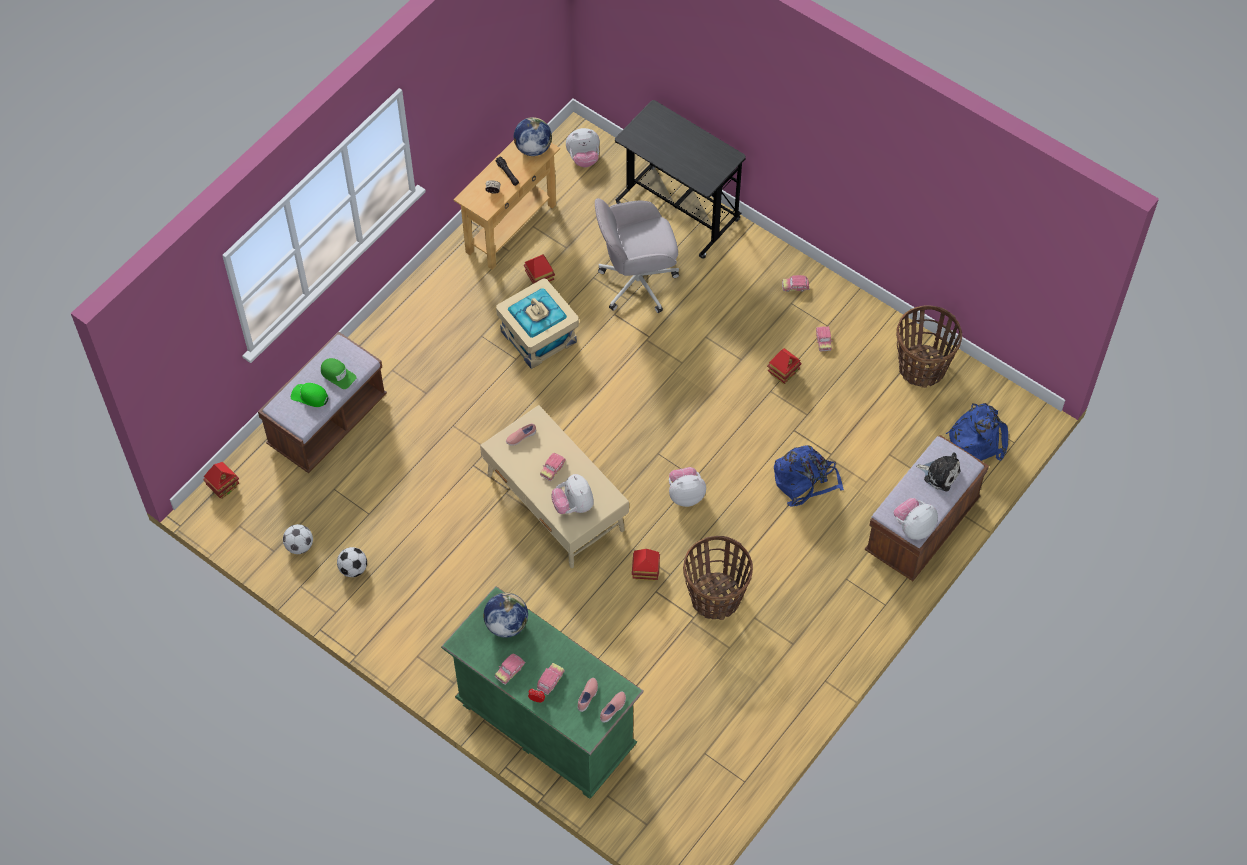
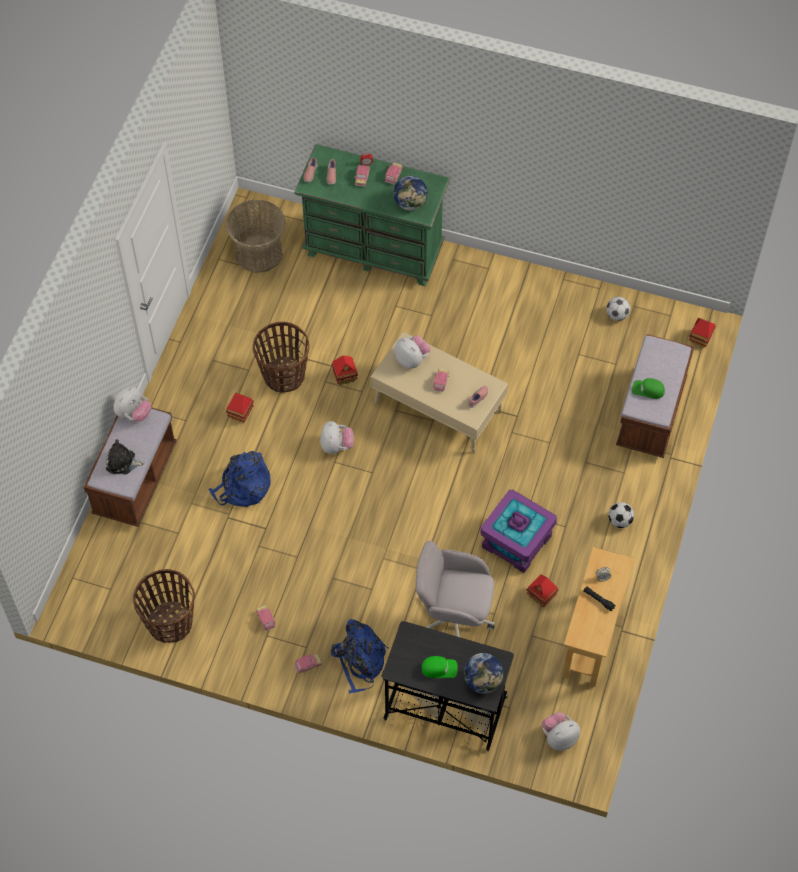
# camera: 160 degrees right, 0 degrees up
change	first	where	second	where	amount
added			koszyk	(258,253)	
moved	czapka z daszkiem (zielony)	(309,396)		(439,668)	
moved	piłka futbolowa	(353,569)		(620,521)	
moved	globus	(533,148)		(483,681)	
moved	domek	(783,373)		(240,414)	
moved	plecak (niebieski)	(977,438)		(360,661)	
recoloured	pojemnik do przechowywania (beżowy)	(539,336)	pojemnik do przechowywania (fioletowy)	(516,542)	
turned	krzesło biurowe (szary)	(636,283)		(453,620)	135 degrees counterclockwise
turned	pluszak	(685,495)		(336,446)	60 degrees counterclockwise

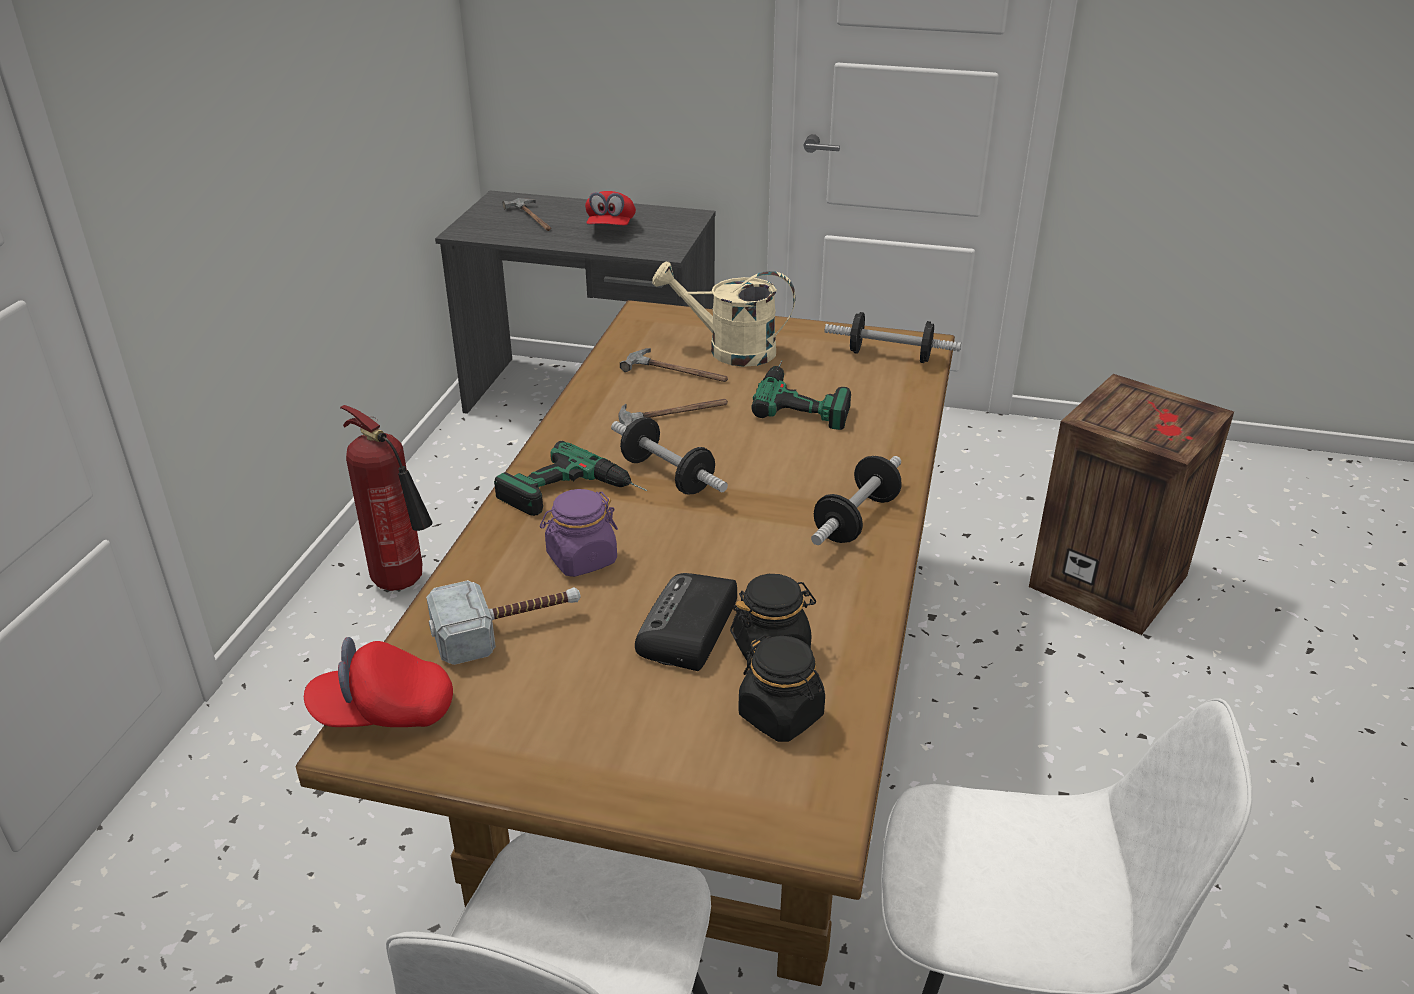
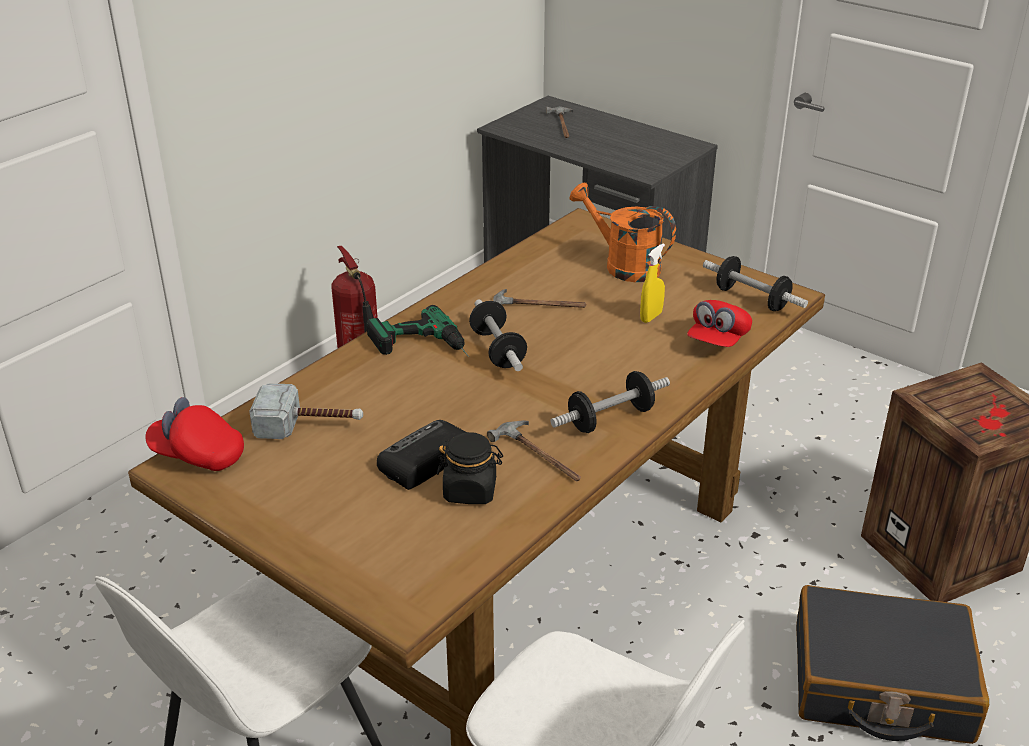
# camera: 25 degrees right, 0 degrees up
change	first	where	second	where	amount
removed	słoik (fioletowy)	(581,559)			
removed	słoik (czarny)	(781,715)			
added			walizka (czarny)	(880,684)	
moved	czapka z daszkiem (czerwony)	(610,228)		(718,340)	
moved	młotek	(678,372)		(540,455)	
replaced	wiertarka	(804,398)	spryskiwacz (żółty)	(651,317)	
recoloured	konewka (beżowy)	(729,350)	konewka (pomarańczowy)	(623,265)	

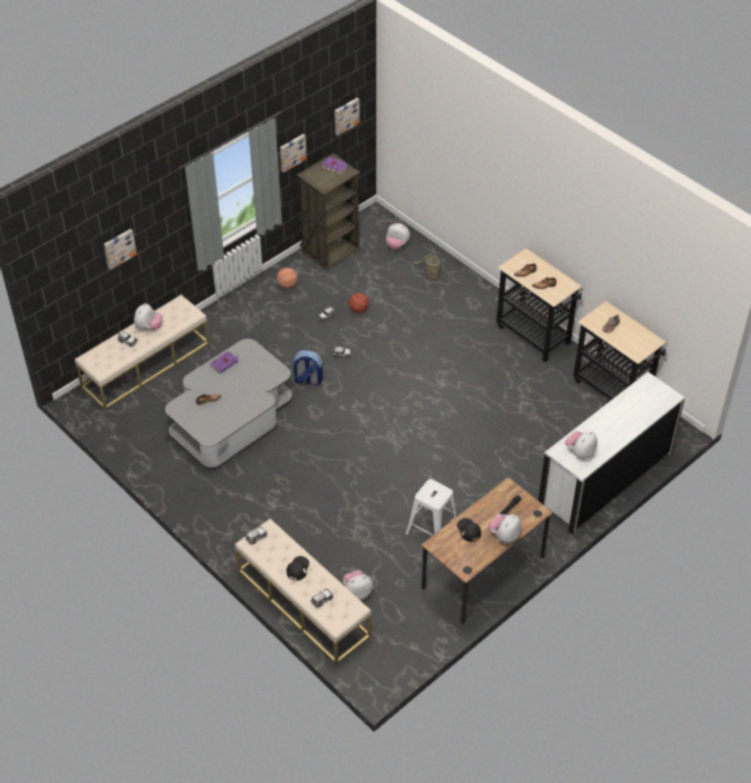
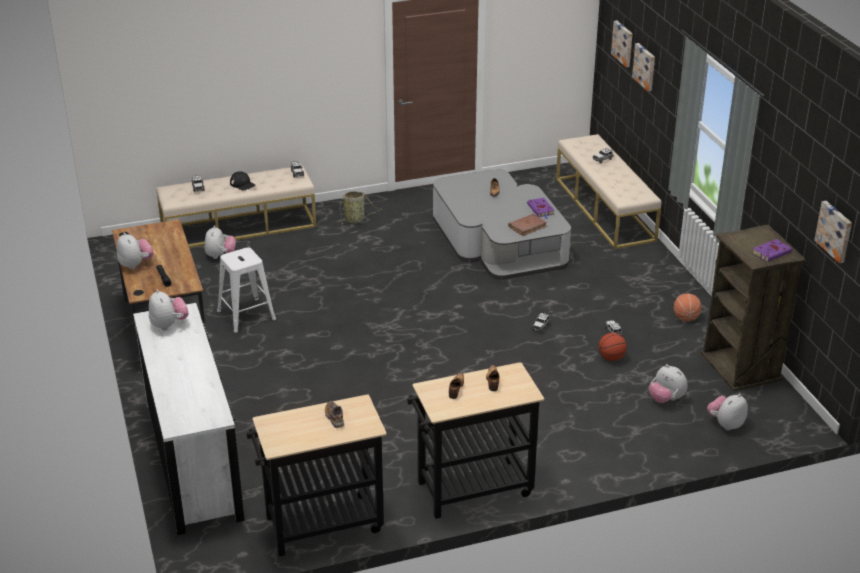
# camera: 115 degrees right, 15 degrees down
change	first	where	second	where	amount
removed	plecak	(308,380)			
removed	czapka z daszkiem (czarny)	(468,530)			
added			książka (brązowy)	(527,226)	
moved	pluszak	(148,327)		(666,399)	
moved	obraz	(292,152)		(623,43)	
moved	koszyk	(431,276)		(356,220)	

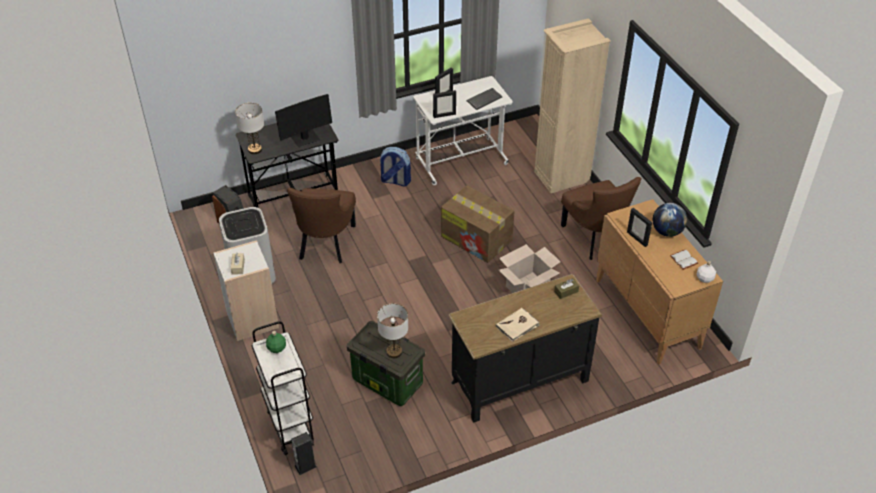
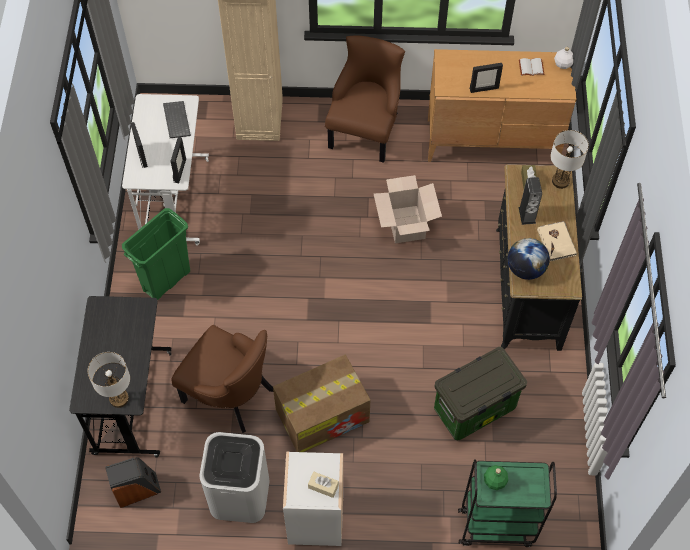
# camera: 65 degrees left, 15 degrees up
change	first	where	second	where	amount
removed	monitor	(305,138)			
moved	głośnik	(305,466)		(527,215)	
moved	lampa stołowa	(394,352)		(560,181)	
moved	karton	(477,239)		(323,414)	
moved	globus	(667,231)		(525,269)	
replaced	plecak	(395,181)	kosz na śmieci (zielony)	(166,281)	
recoloured	wózek (biały)	(289,428)	wózek (zielony)	(495,529)	
turned	krzesło (brązowy)	(594,236)		(365,132)	75 degrees counterclockwise

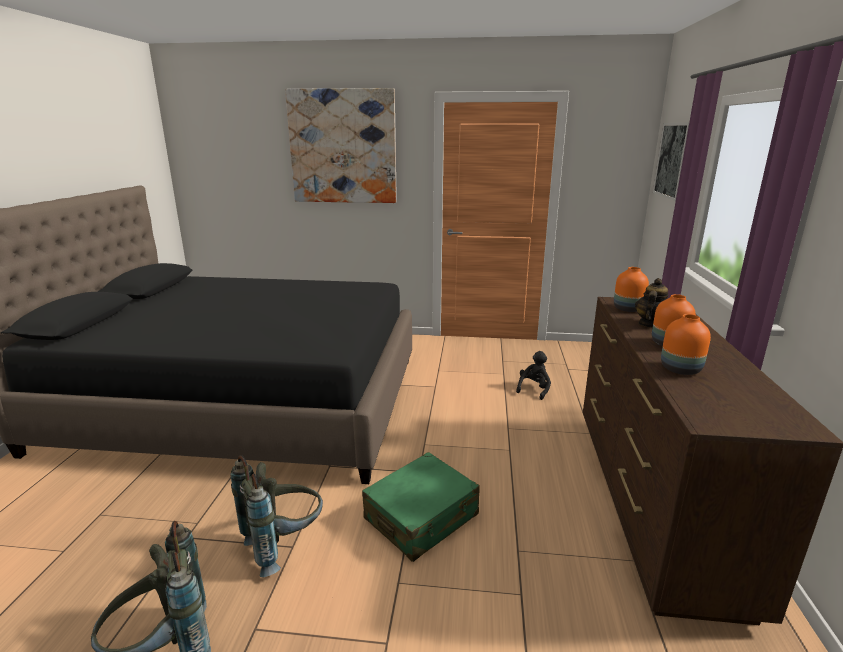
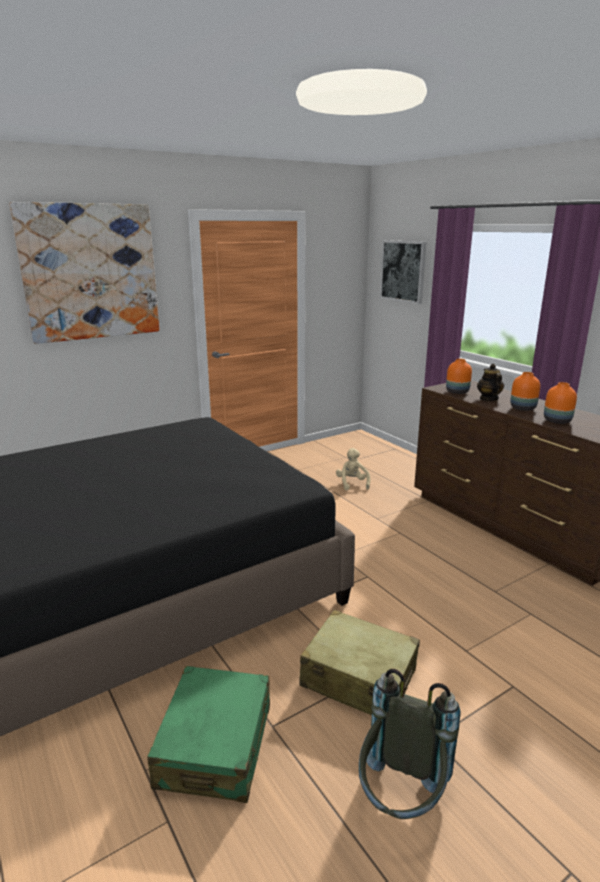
# camera: 40 degrees left, 0 degrees up
change	first	where	second	where	amount
moved	walizka (zielony)	(421,517)		(215,746)	
replaced	plecak (szary)	(284,544)	walizka (beżowy)	(358,678)	
recoloured	pluszak (czarny)	(534,389)	pluszak (beżowy)	(352,483)	

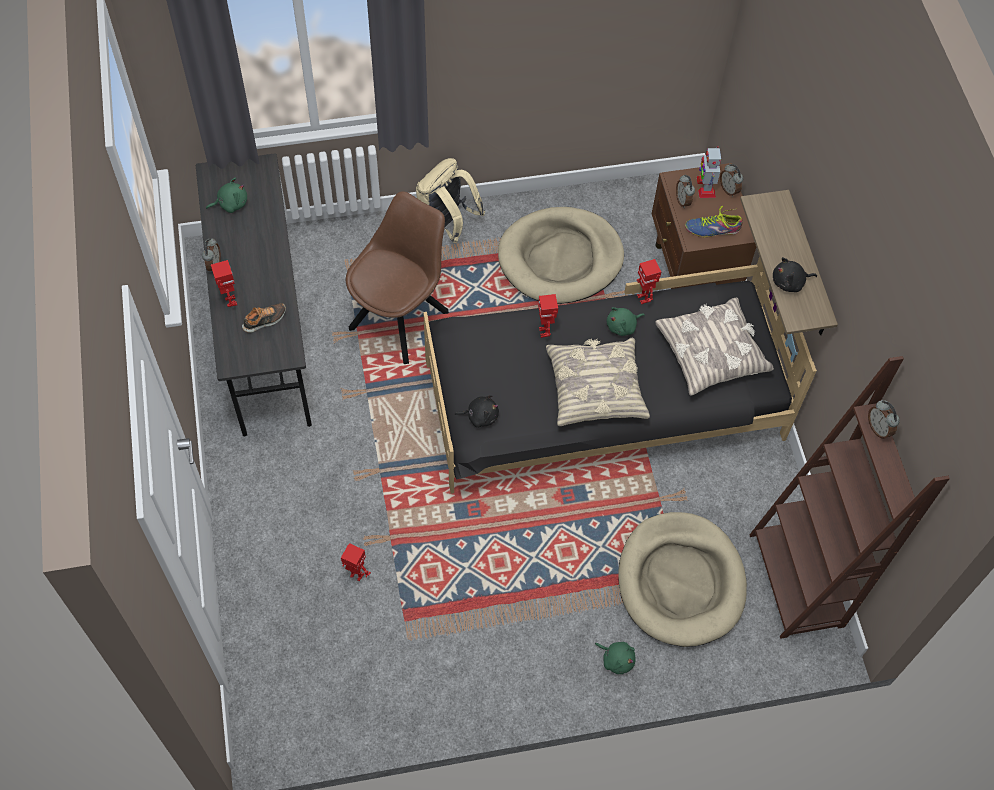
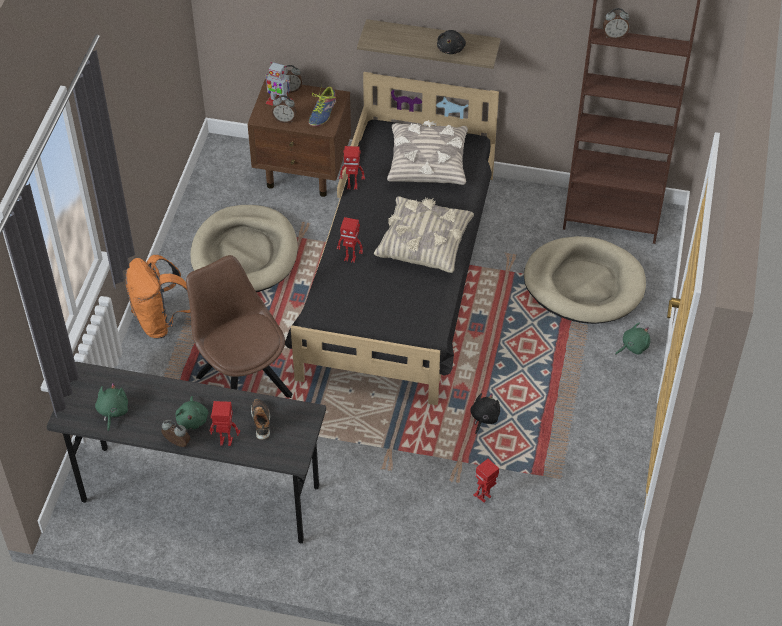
# camera: 65 degrees left, 10 degrees down
change	first	where	second	where	amount
moved	pluszak (czarny)	(480,416)		(484,418)	
moved	pluszak (zielony)	(623,326)		(192,419)	
recoloured	plecak (beżowy)	(446,226)	plecak (pomarańczowy)	(161,321)	

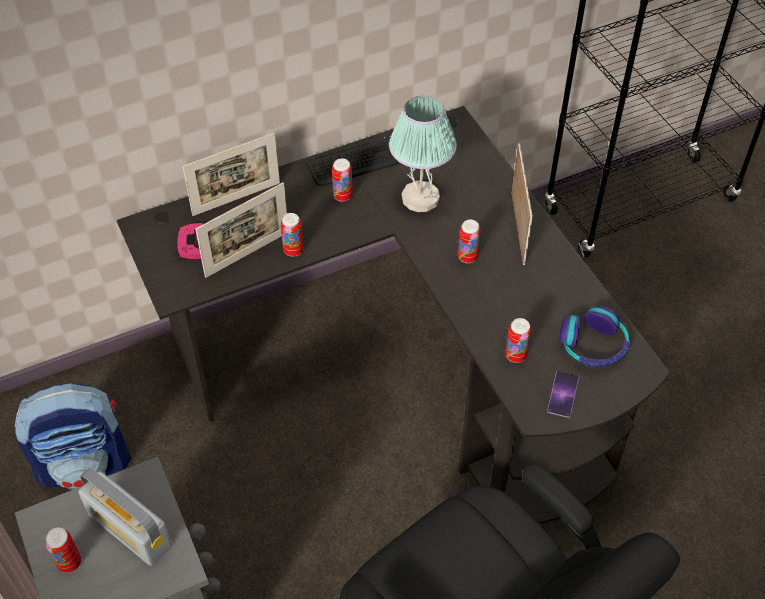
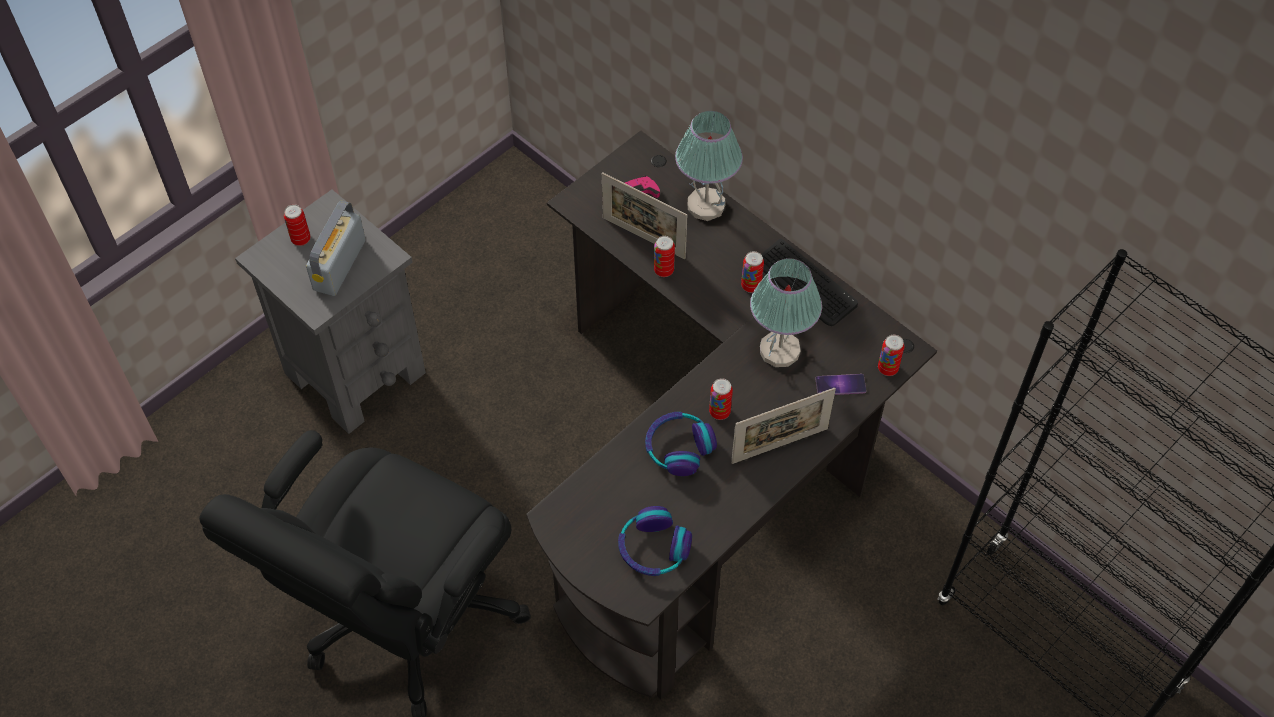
# camera: 70 degrees right, 5 degrees up
change	first	where	second	where	amount
removed	plecak	(85,463)			
added			słuchawki	(678,448)	
moved	puszka	(515,355)		(887,368)	
moved	telefon	(563,394)		(840,385)	
replaced	ramka na zdjęcie	(236,199)	lampa stołowa	(706,205)	

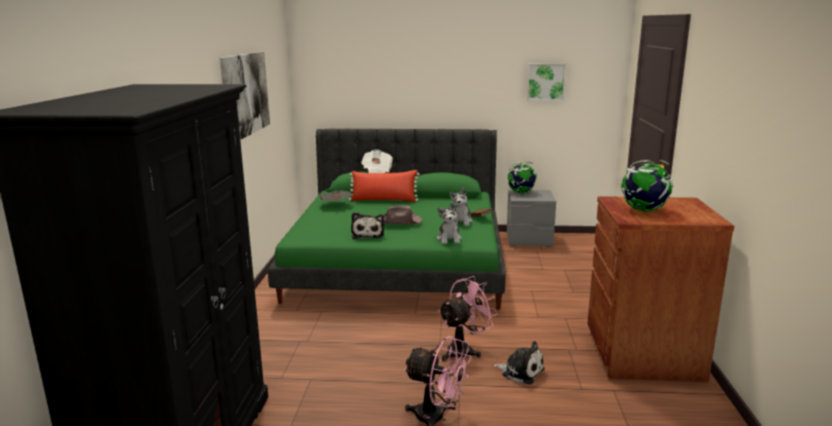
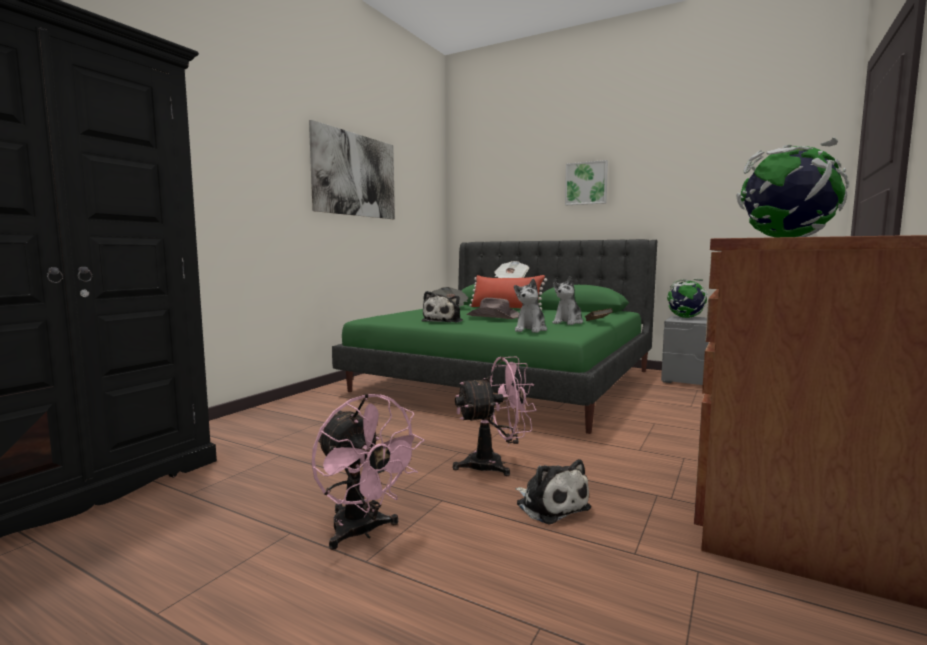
# camera: 25 degrees right, 10 degrees down
change	first	where	second	where	amount
moved	obraz	(545,81)		(586,183)	

